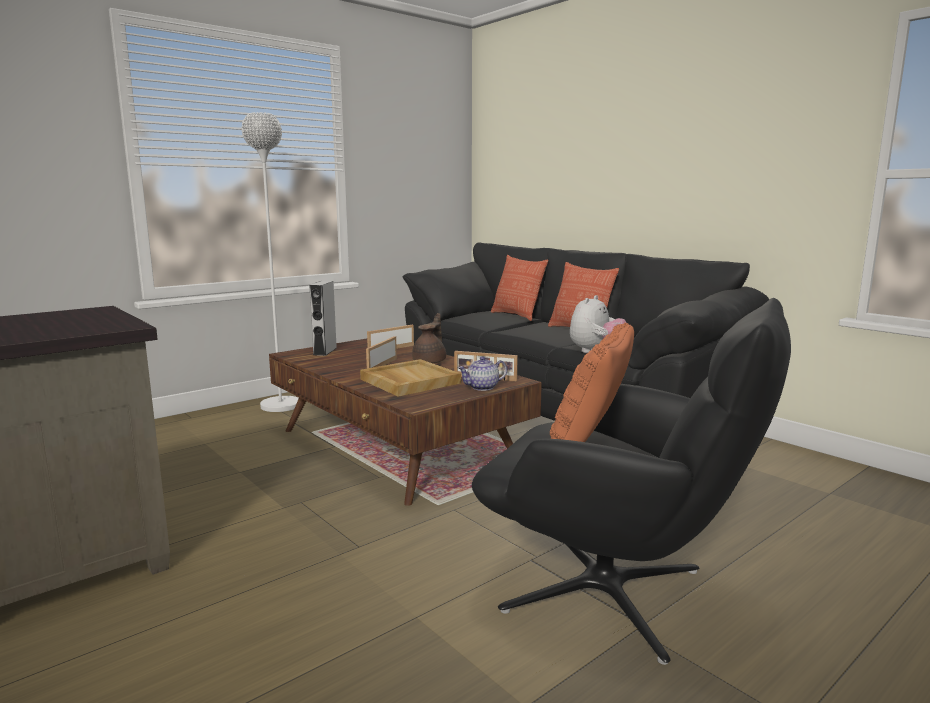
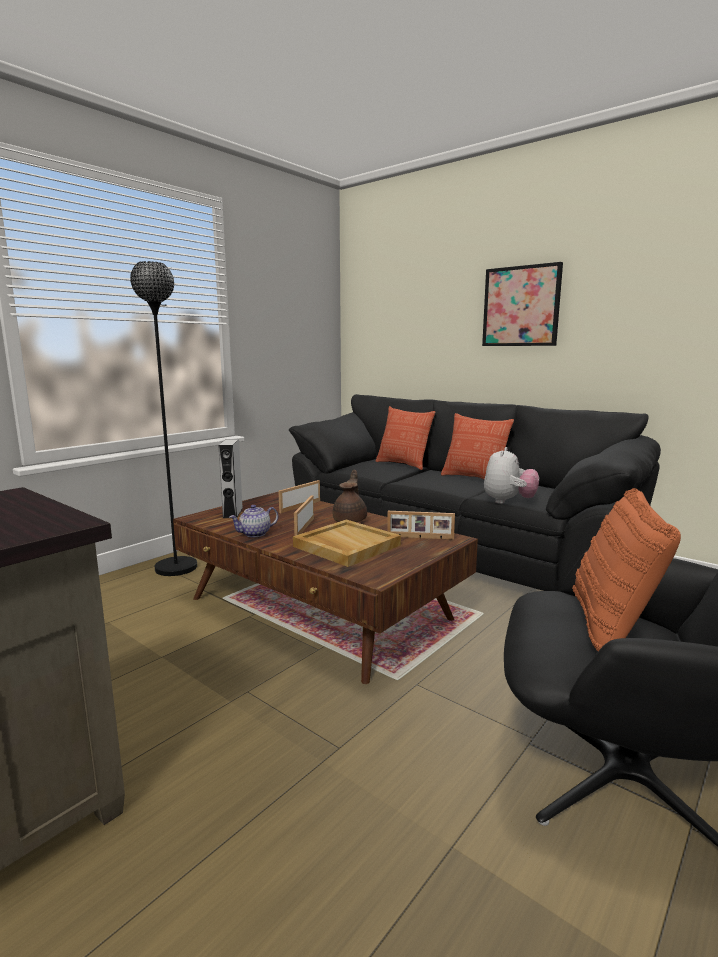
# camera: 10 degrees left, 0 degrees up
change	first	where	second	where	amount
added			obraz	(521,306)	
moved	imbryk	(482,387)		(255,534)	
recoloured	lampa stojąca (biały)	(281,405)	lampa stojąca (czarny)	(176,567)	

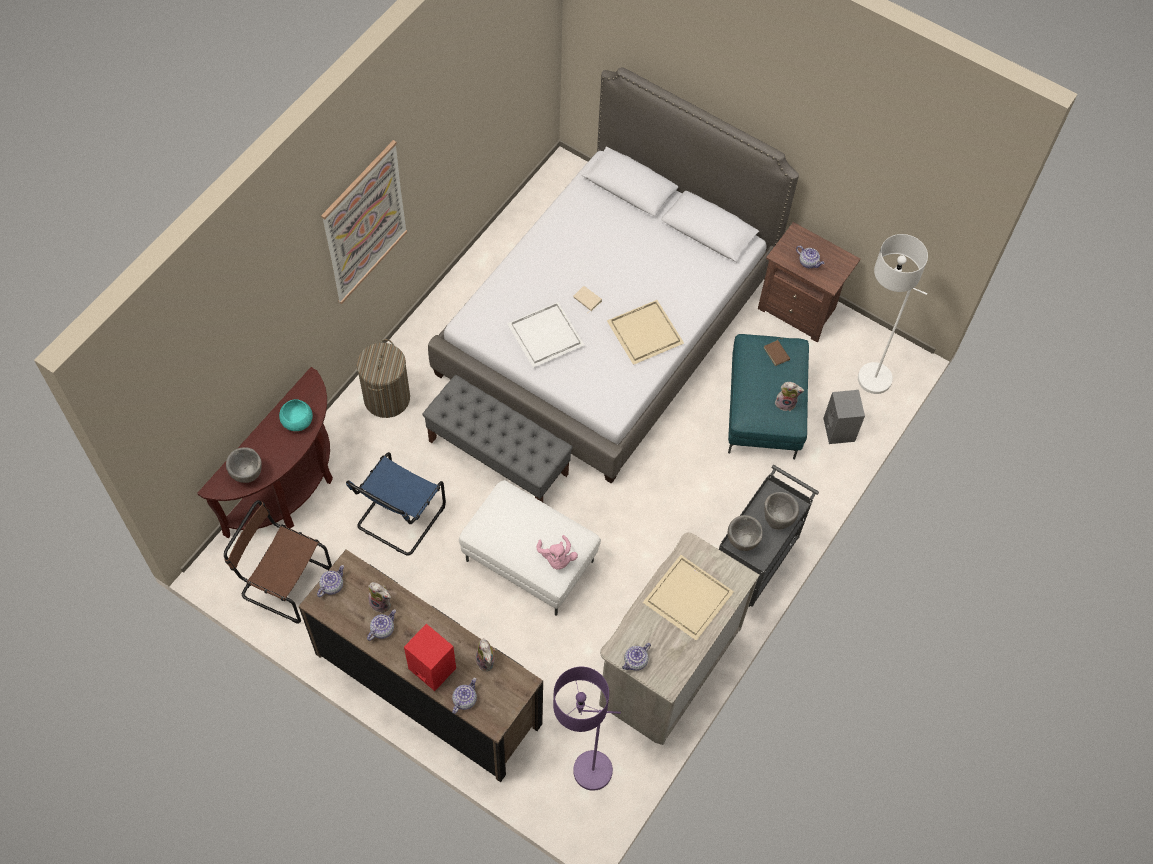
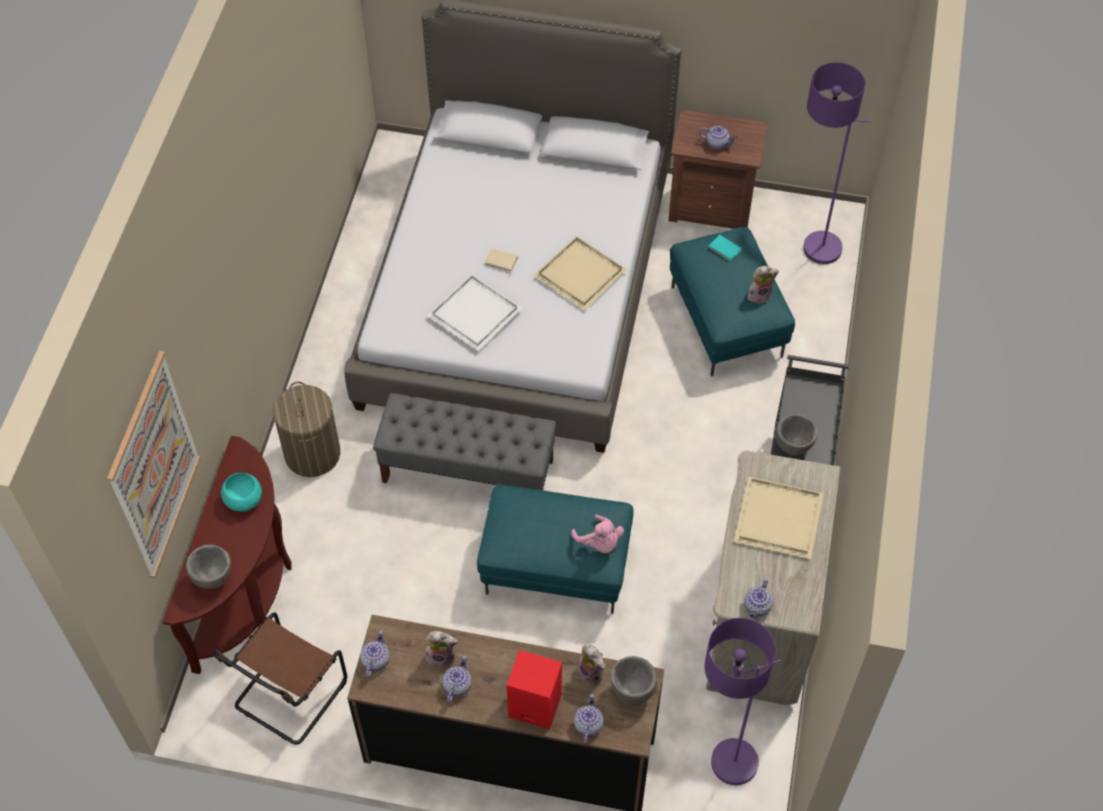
# camera: 20 degrees left, 5 degrees down
change	first	where	second	where	amount
removed	krzesło (niebieski)	(399,519)			
removed	głośnik (szary)	(839,430)			
moved	obraz	(365,223)		(154,466)	
moved	miska (szary)	(777,519)		(632,692)	
recoloured	pufa (biały)	(528,561)	pufa (turkusowy)	(555,568)	
recoloured	książka (brązowy)	(777,353)	książka (turkusowy)	(725,248)	
recoloured	lampa stojąca (biały)	(864,374)	lampa stojąca (fioletowy)	(810,248)	
turned	krzesło (brązowy)	(283,581)		(288,696)	60 degrees counterclockwise

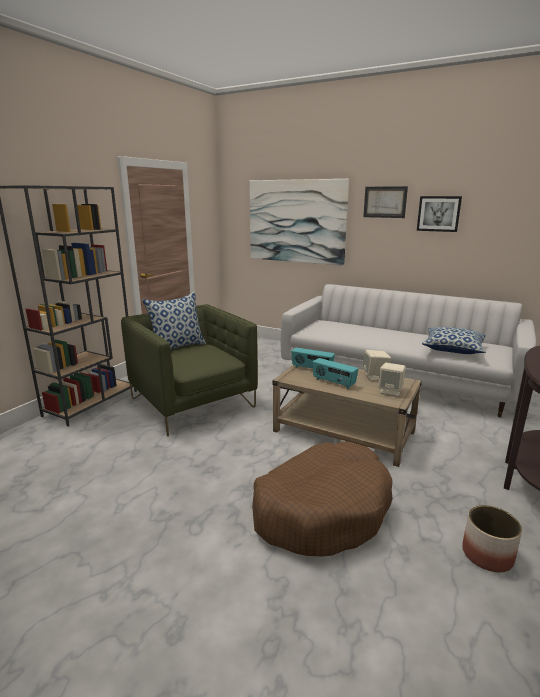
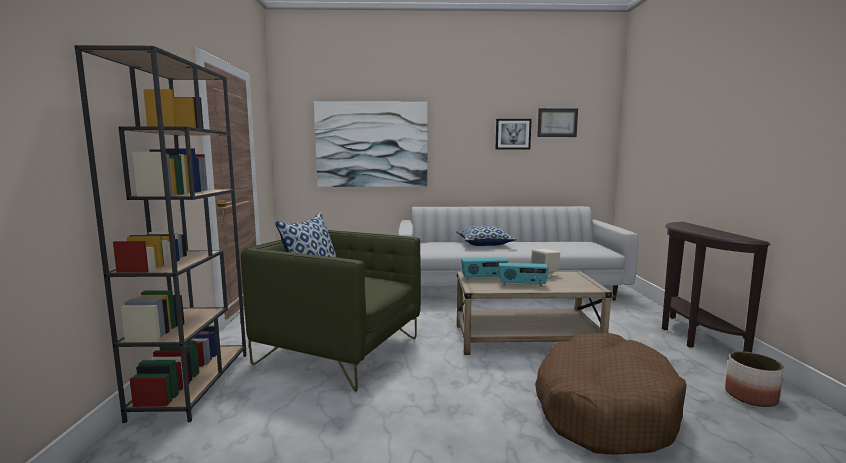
# camera: 30 degrees left, 10 degrees down
change	first	where	second	where	amount
removed	głośnik (beżowy)	(390,391)			
moved	obraz	(385,202)		(557,122)	
moved	poduszka	(453,349)		(484,244)	

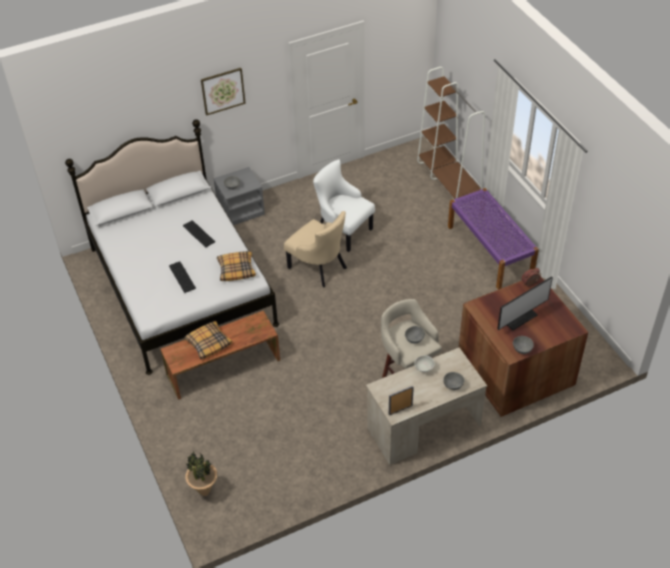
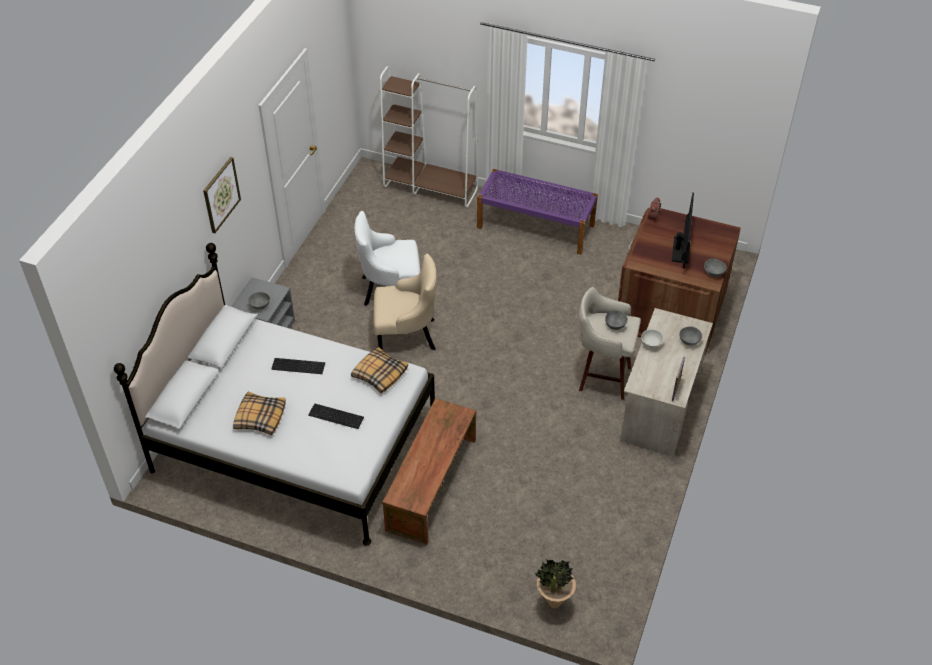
# camera: 45 degrees left, 0 degrees up
change	first	where	second	where	amount
moved	poduszka	(208,343)		(260,417)	

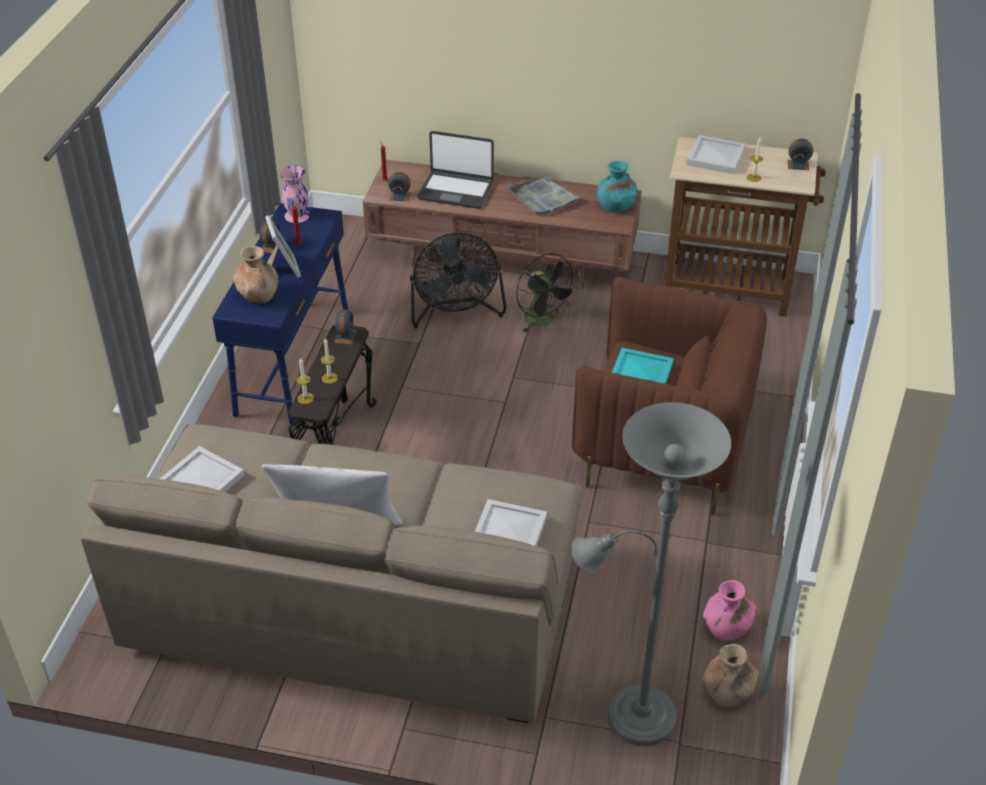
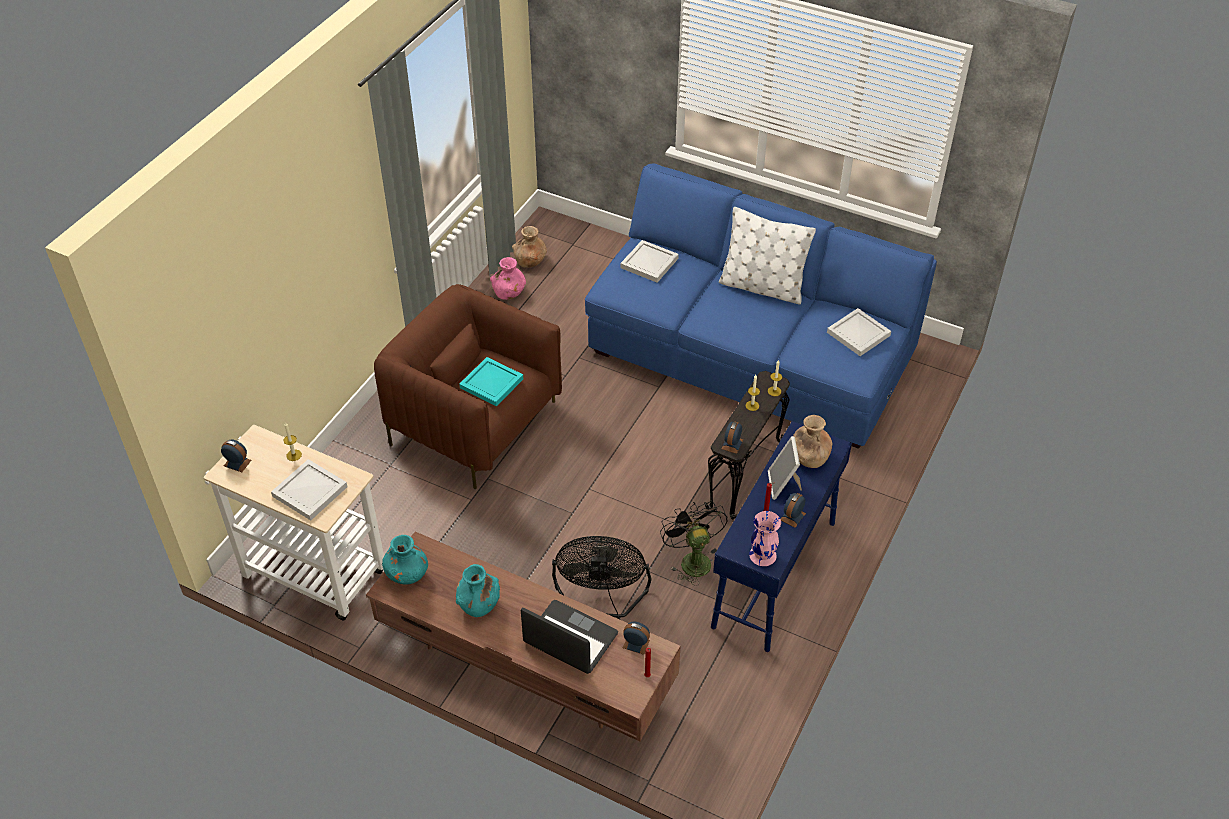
# camera: 165 degrees left, 5 degrees up
change	first	where	second	where	amount
removed	lampa stojąca (szary)	(631,715)			
moved	wentylator (czarny)	(544,320)		(692,559)	
replaced	taca (szary)	(542,198)	wazon (turkusowy)	(479,605)	
recoloured	kanapa (beżowy)	(354,604)	kanapa (niebieski)	(750,352)	
recoloured	wózek (brązowy)	(730,288)	wózek (biały)	(312,573)	

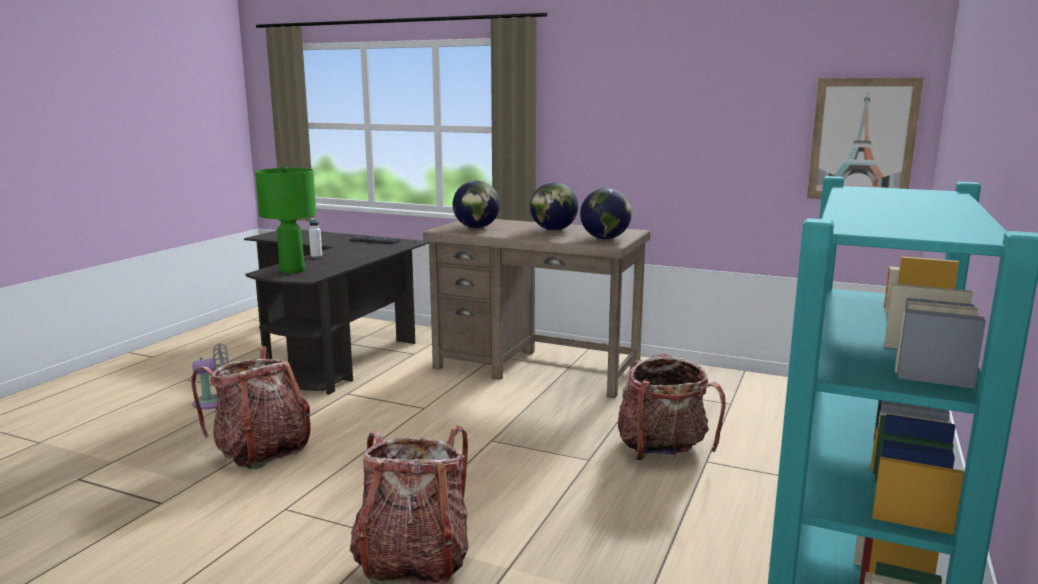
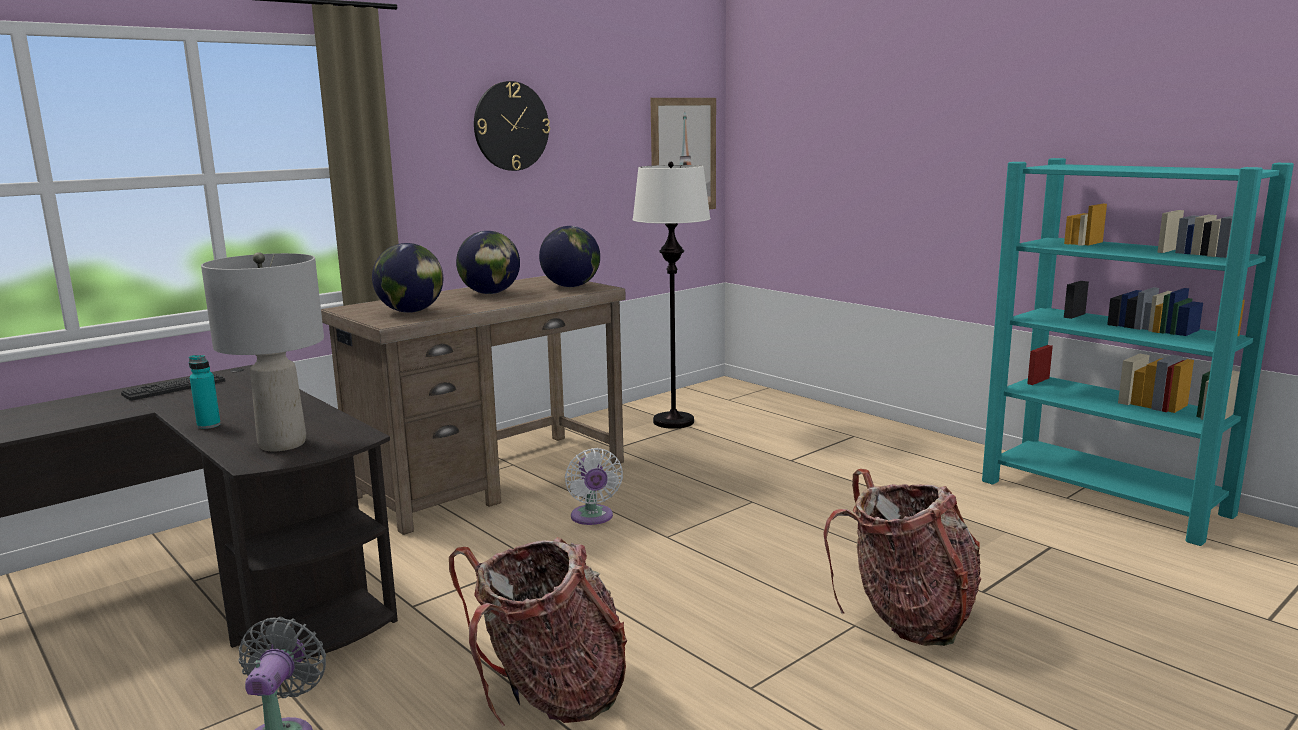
# camera: 65 degrees left, 0 degrees up
change	first	where	second	where	amount
removed	plecak	(663,450)			
added			zegar ścienny	(511,126)	
added			wentylator (biały)	(592,518)	
added			lampa stojąca (biały)	(674,421)	
recoloured	lampa stołowa (zielony)	(292,270)	lampa stołowa (szary)	(283,443)	
recoloured	butelka (biały)	(316,256)	butelka (turkusowy)	(208,425)	

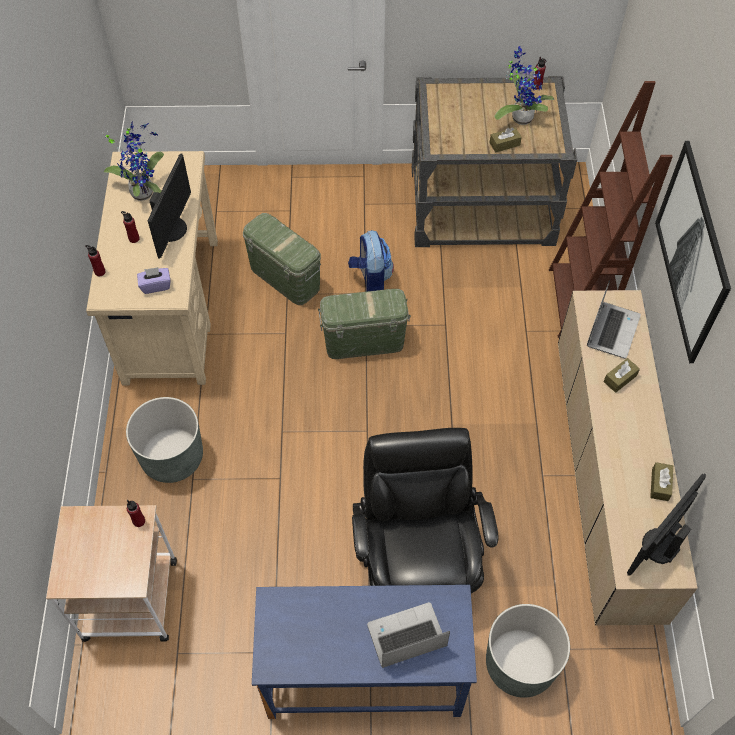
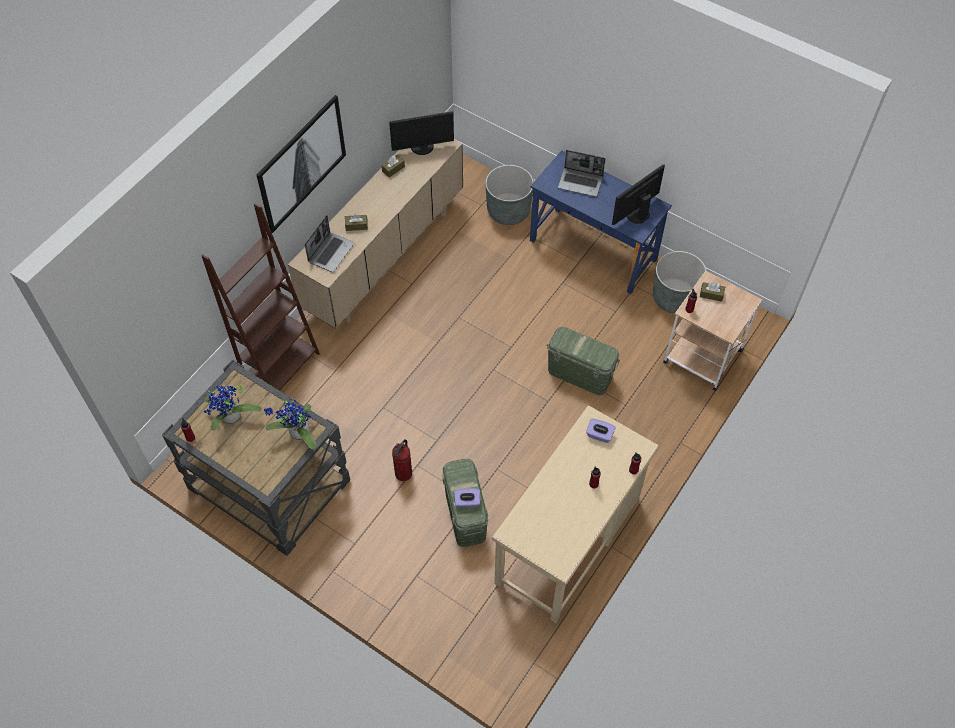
# camera: 145 degrees left, 0 degrees up
change	first	where	second	where	amount
removed	krzesło biurowe (czarny)	(418,565)			
added			pudełko chusteczek (fioletowy)	(467,502)	
moved	roślina doniczkowa	(143,191)		(297,434)	
moved	donica (szary)	(172,457)		(674,297)	
moved	monitor	(172,229)		(637,213)	
moved	pojemnik do przechowywania (zielony)	(364,341)		(579,374)	
moved	pudełko chusteczek (brązowy)	(504,144)		(711,294)	
replaced	plecak	(371,279)	gaśnica	(404,474)	
turned	laptop	(612,330)		(331,252)	150 degrees clockwise

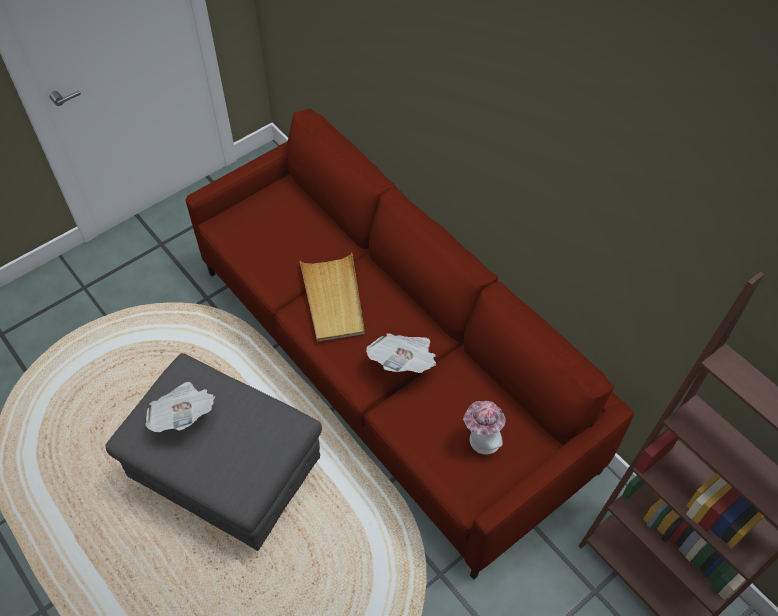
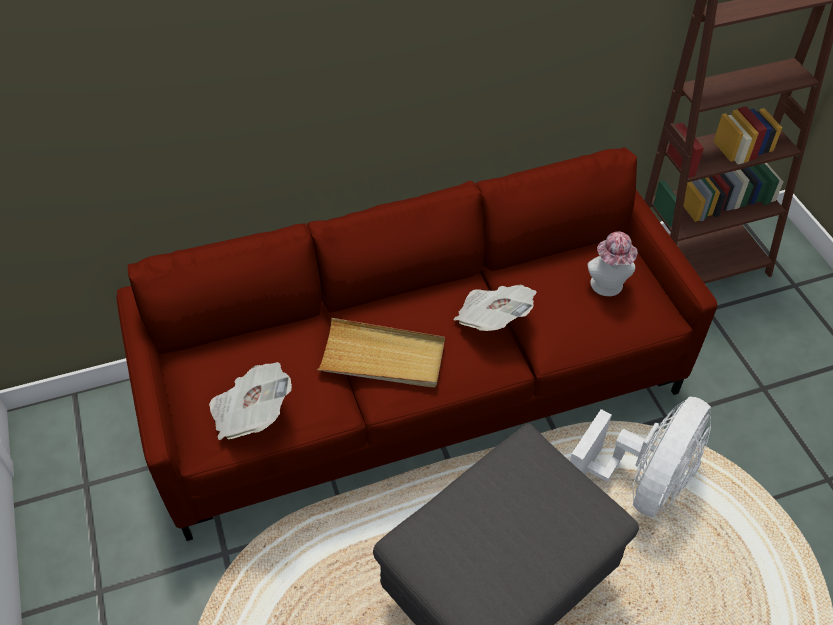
# camera: 70 degrees left, 5 degrees down
change	first	where	second	where	amount
added			wentylator (biały)	(642,483)	
moved	gazeta	(183,415)		(251,414)	

